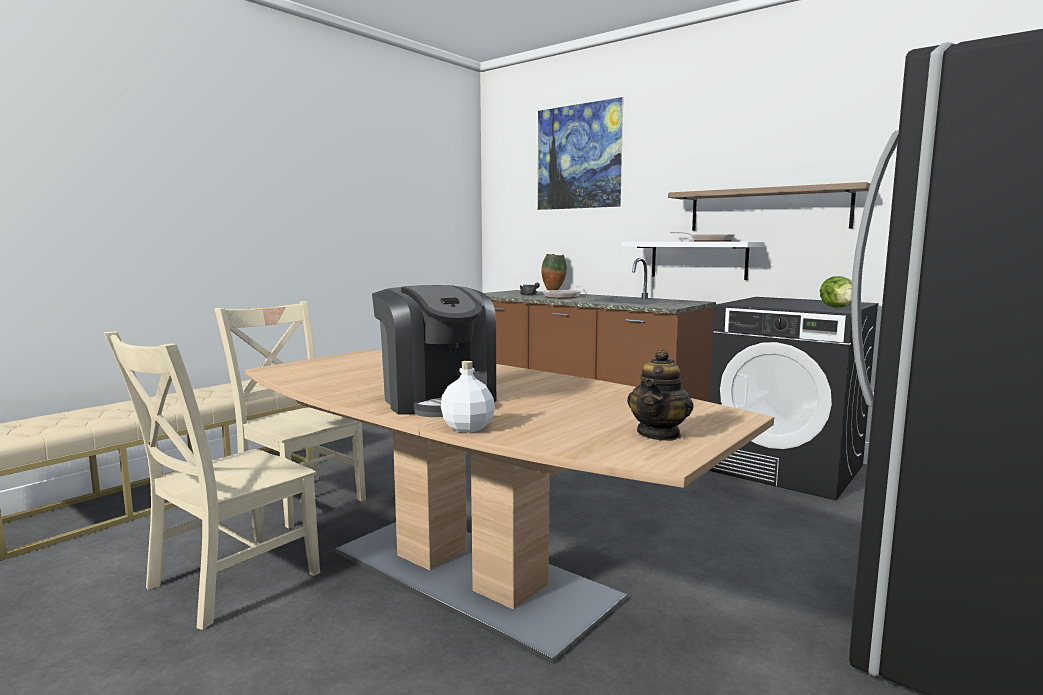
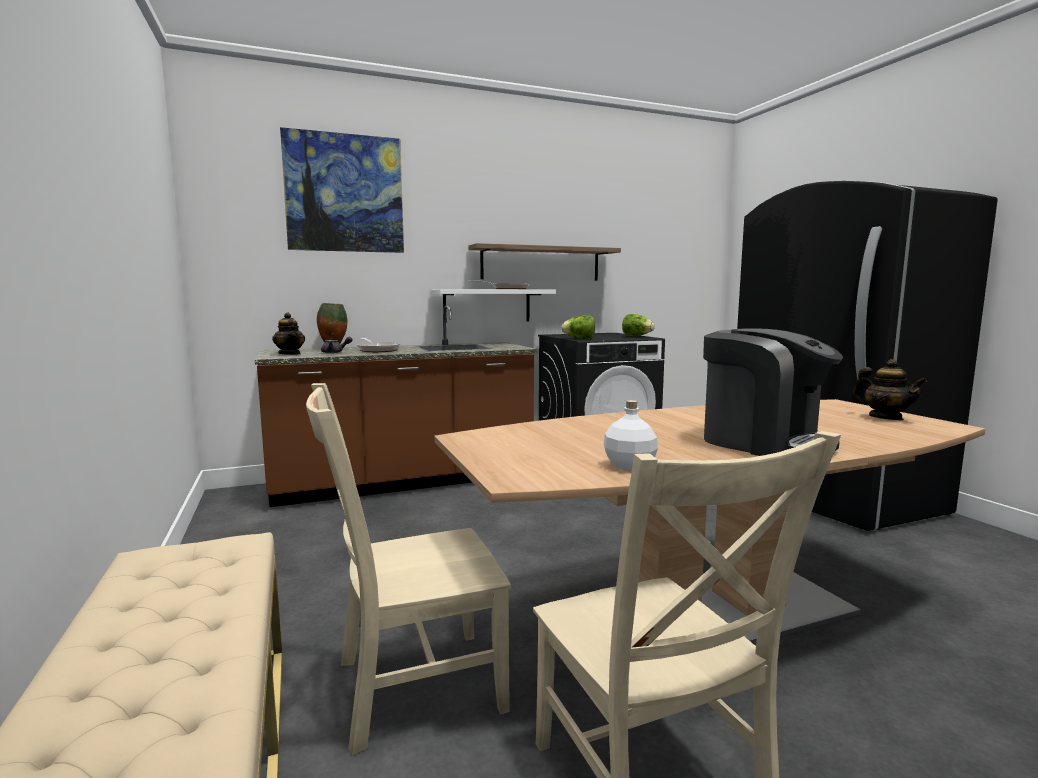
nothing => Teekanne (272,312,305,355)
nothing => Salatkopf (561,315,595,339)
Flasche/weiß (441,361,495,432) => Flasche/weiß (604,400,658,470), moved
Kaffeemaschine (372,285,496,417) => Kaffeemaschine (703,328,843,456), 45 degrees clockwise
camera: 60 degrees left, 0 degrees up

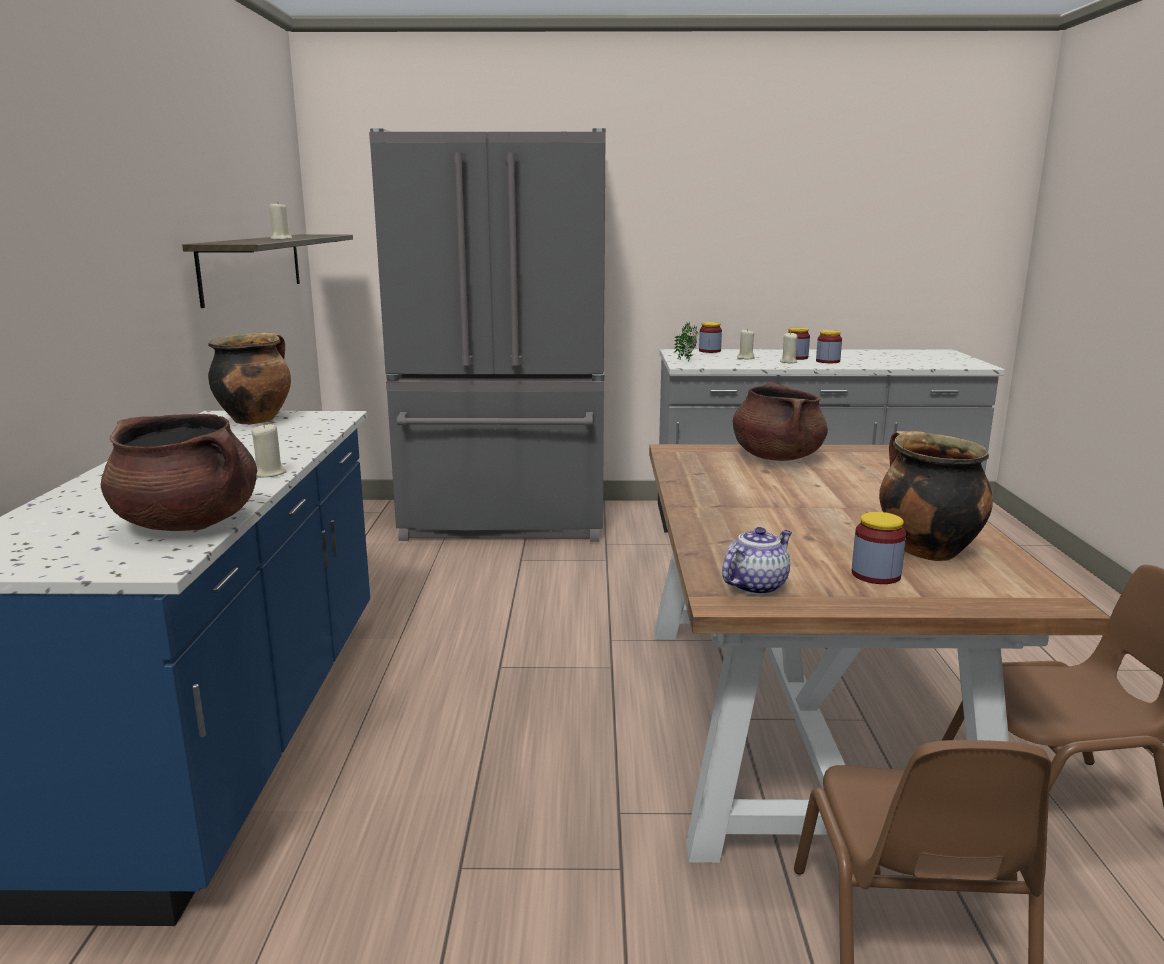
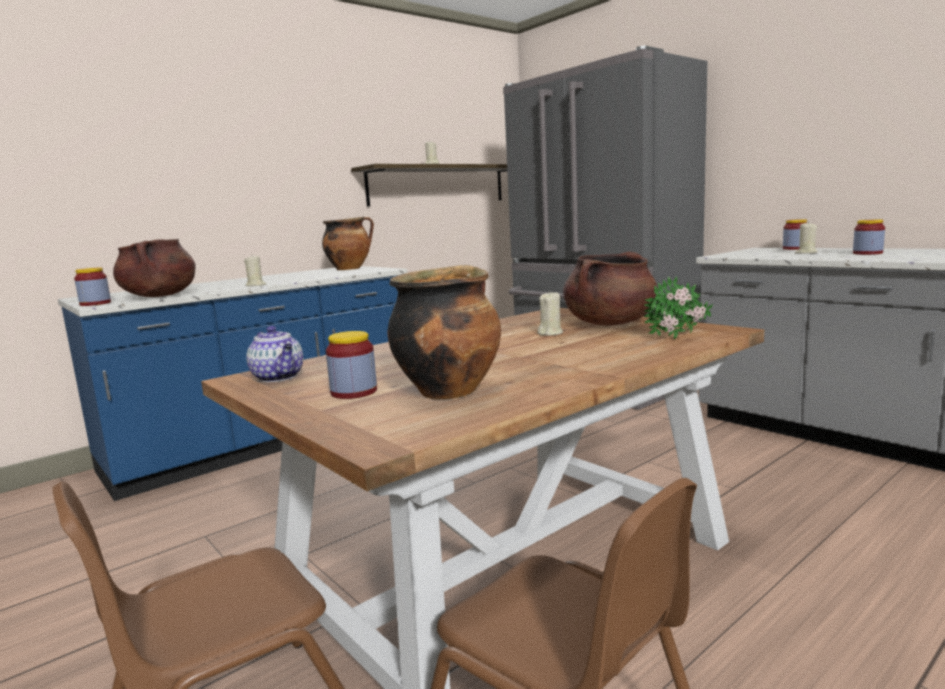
Topfpflanze (674,322,698,361) => Topfpflanze (644,276,713,339), moved
Kerze/beige (780,332,798,363) => Kerze/beige (537,291,563,336), moved
Vorratsglas (816,330,842,363) => Vorratsglas (74,268,111,306), moved
Teekanne (722,527,792,595) => Teekanne (246,326,303,382), 45 degrees clockwise
camera: 50 degrees right, 5 degrees down

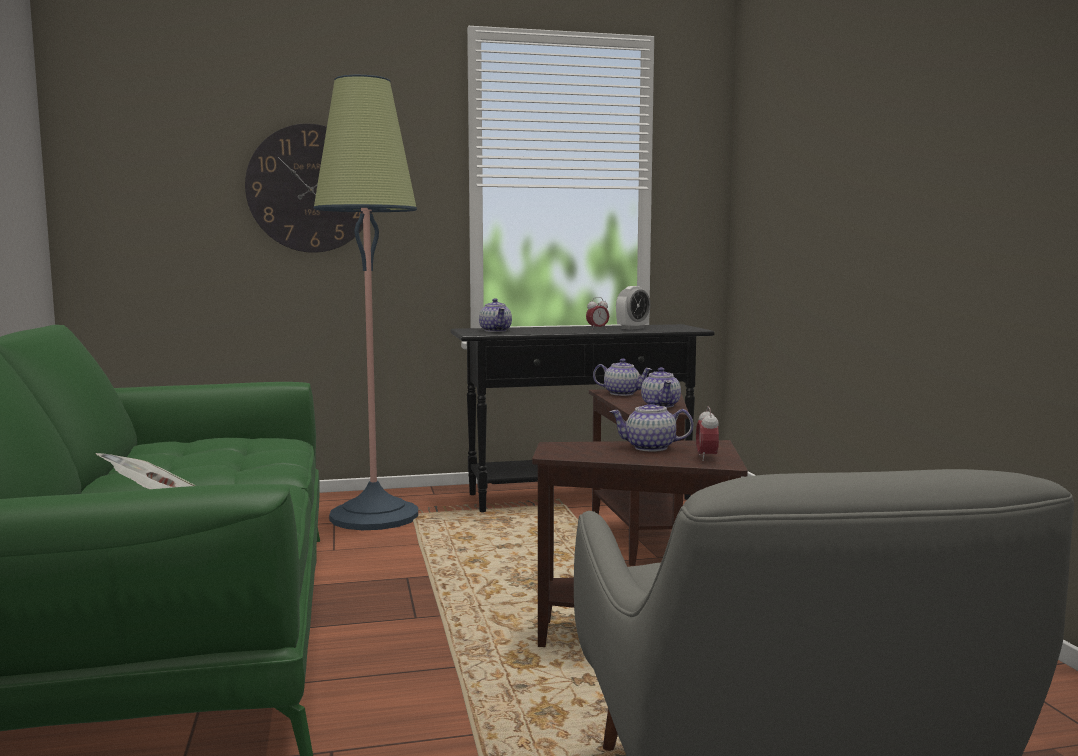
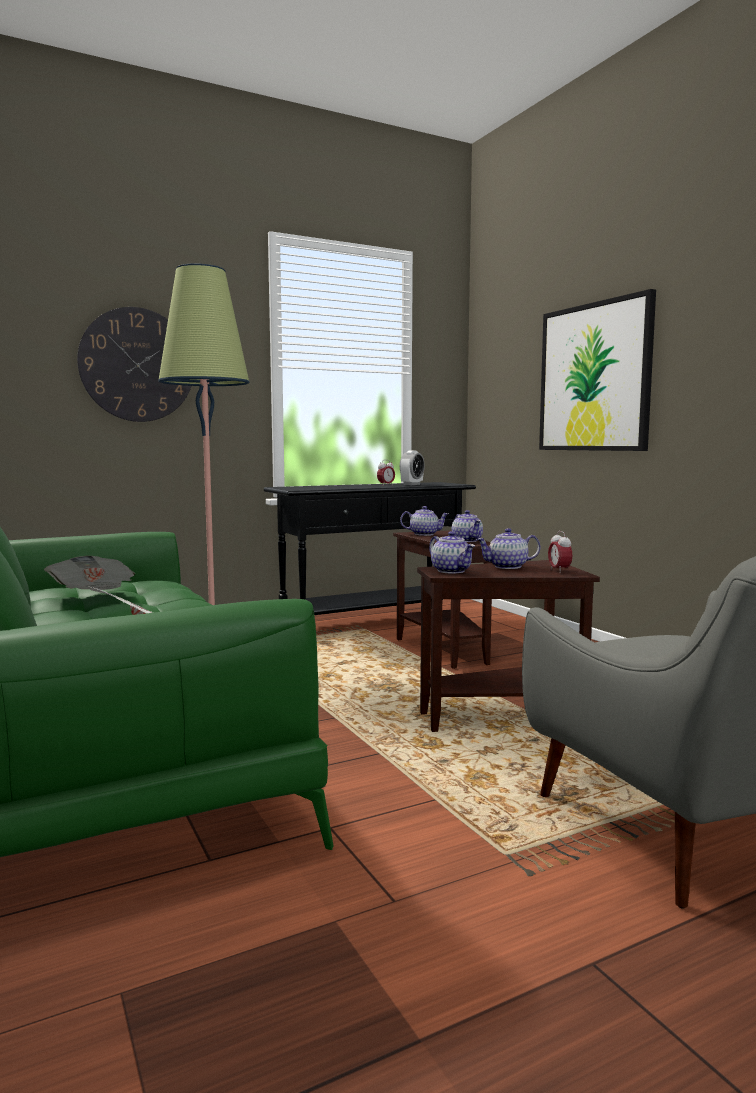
nothing => Zeitung (44,556,135,590)
nothing => Bild (539,289,656,451)
Teekanne (479,298,512,332) => Teekanne (429,531,475,574), moved
camera: 15 degrees left, 0 degrees up

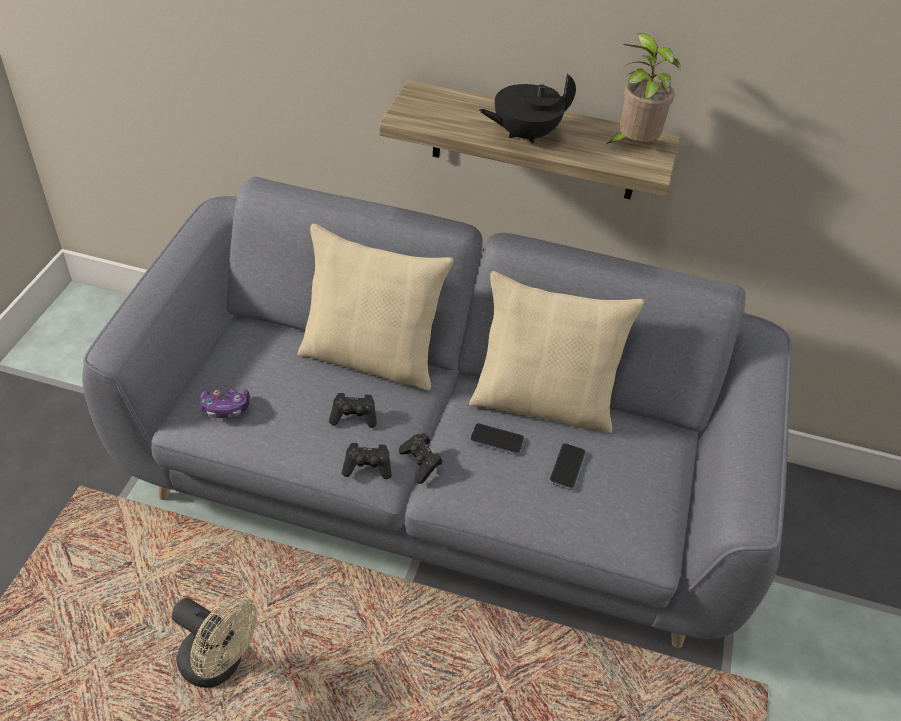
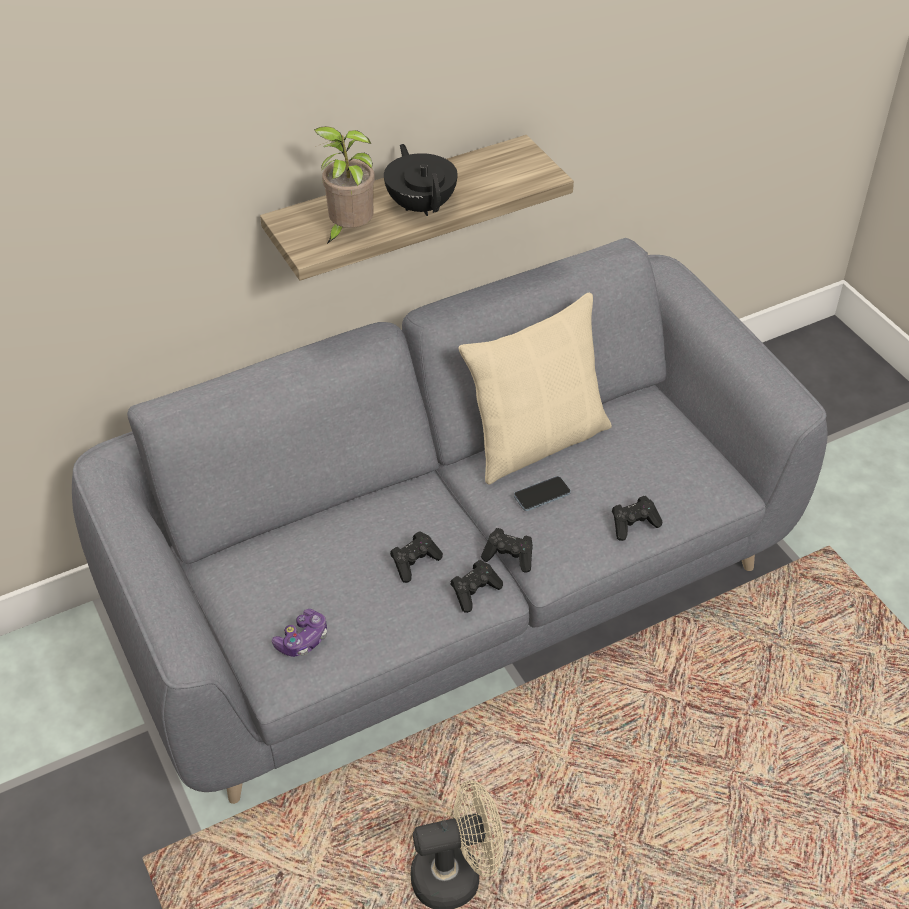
Kissen/beige (298,224,453,391) => nothing
Handy (549,443,586,490) => nothing
nothing => Gamepad/schwarz (612,496,662,541)
Topfpflanze (607,33,681,144) => Topfpflanze (314,126,375,245), moved
Teekanne/schwarz (479,74,576,144) => Teekanne/schwarz (384,144,458,216), 135 degrees clockwise
camera: 40 degrees left, 0 degrees up

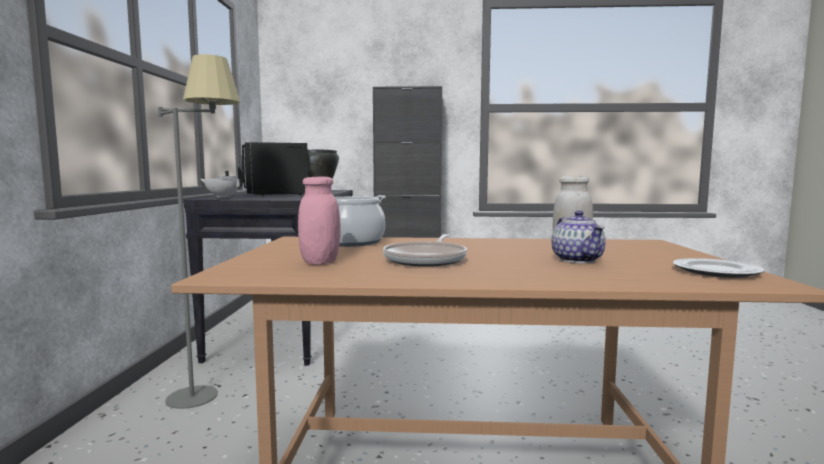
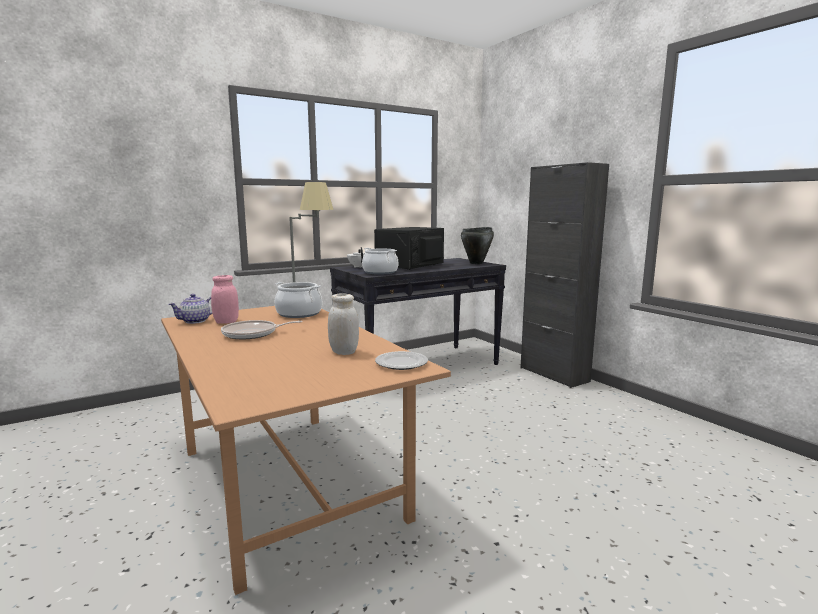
nothing => Kochtopf (362,248,398,275)
Teekanne (552,211,606,263) => Teekanne (168,294,213,324), moved
Teller (673,258,765,278) => Teller (375,351,428,370), moved
camera: 55 degrees right, 5 degrees up

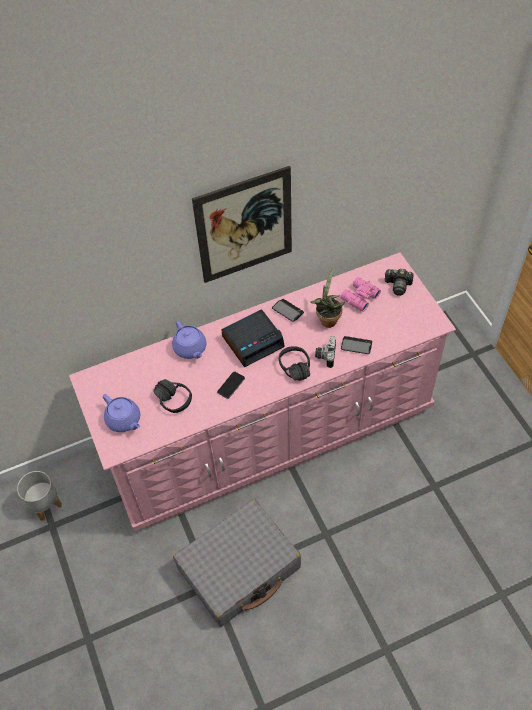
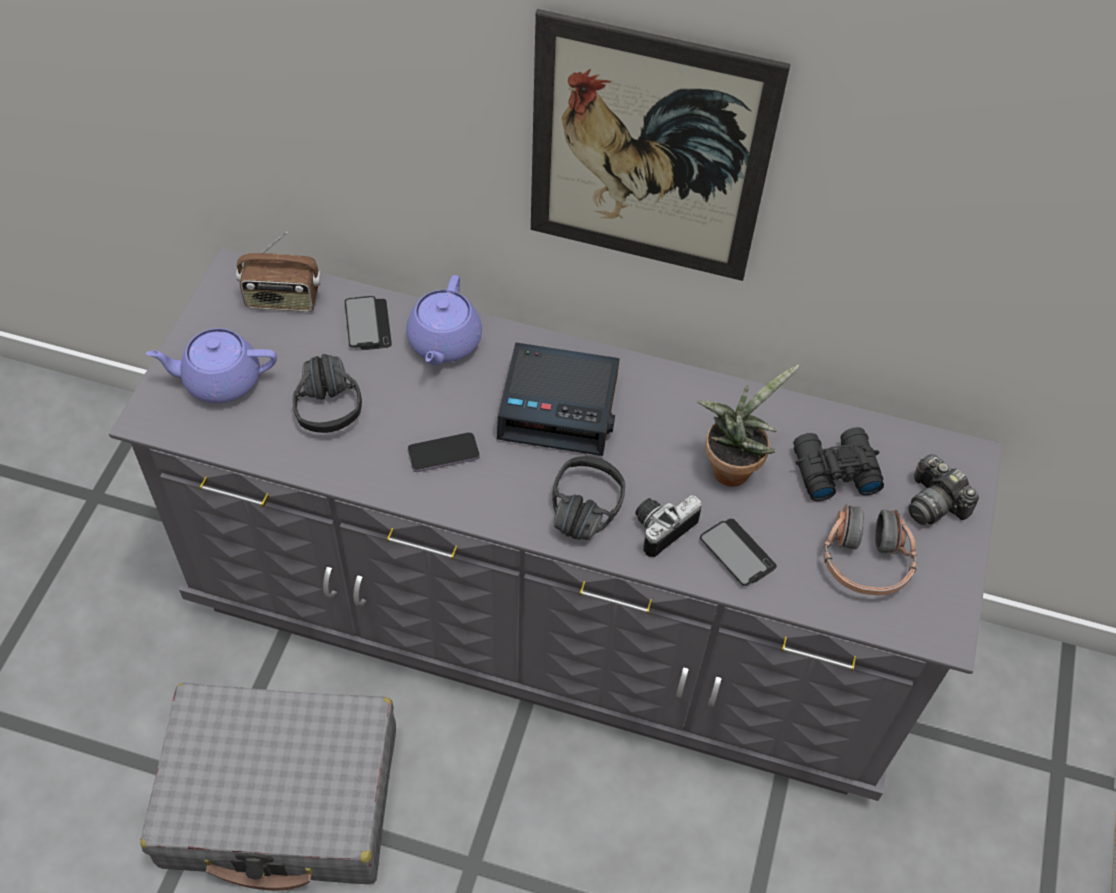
Pflanzkübel/grau (17,471,62,521) => nothing
nothing => Radio (236,232,322,312)
nothing => Kopfhörer (823,504,917,595)
Handy (272,299,304,322) => Handy (345,296,392,350), moved
Kommode/rosa (69,252,456,531) => Kommode/grau (109,248,1003,801)
Fernglas/rosa (341,277,381,312) => Fernglas/schwarz (793,427,884,501)
Teekanne/lila (103,394,140,432) => Teekanne/lila (146,328,277,403), 90 degrees clockwise
camera: 35 degrees right, 0 degrees up

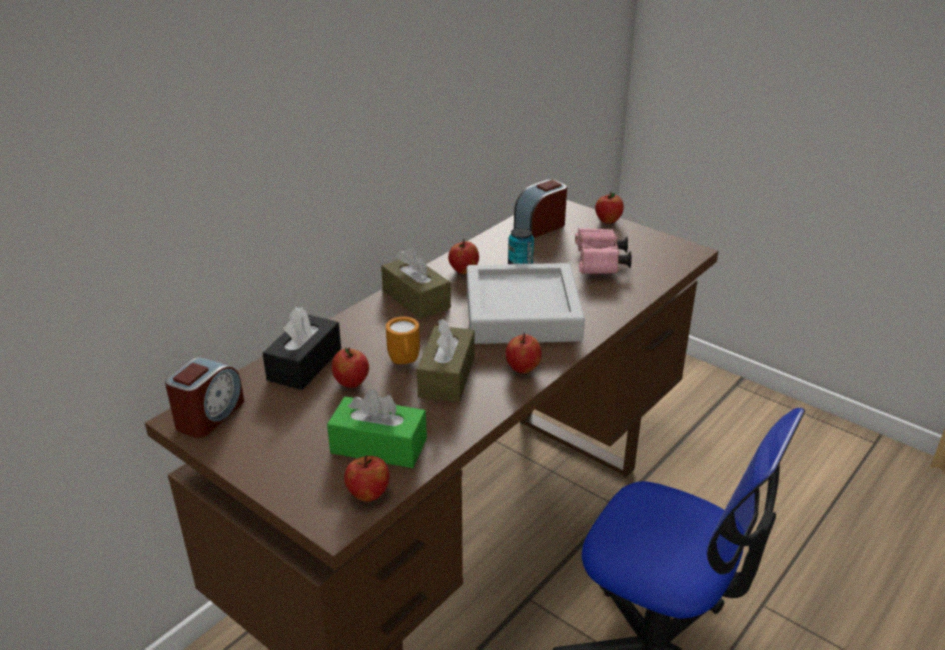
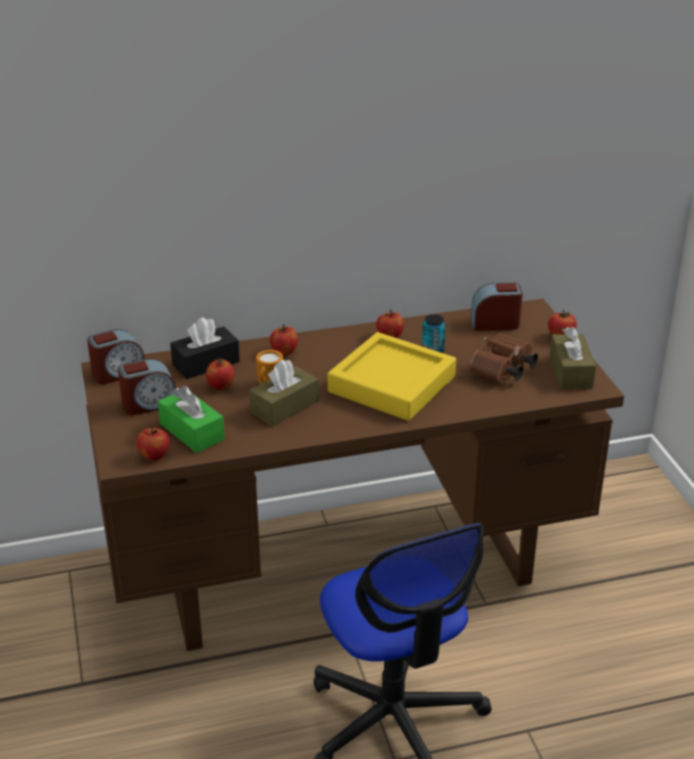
nothing => Wecker (118,359,176,415)
Taschentuchbox/braun (381,248,451,320) => Taschentuchbox/braun (550,327,596,389), moved
Apfel (505,333,542,373) => Apfel (270,324,298,356), moved
Tablett/grau (467,263,585,344) => Tablett/gelb (328,332,456,421)
Fernglas/rosa (575,228,632,274) => Fernglas/braun (468,332,538,381)
camera: 35 degrees right, 0 degrees up

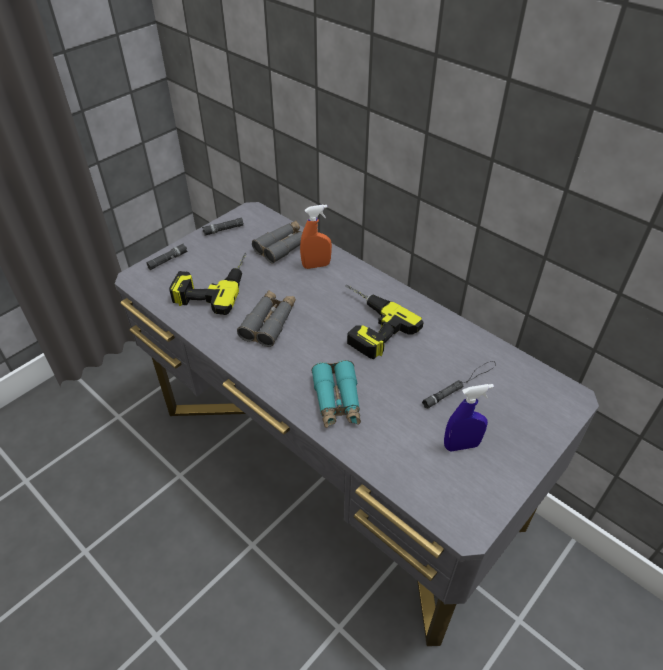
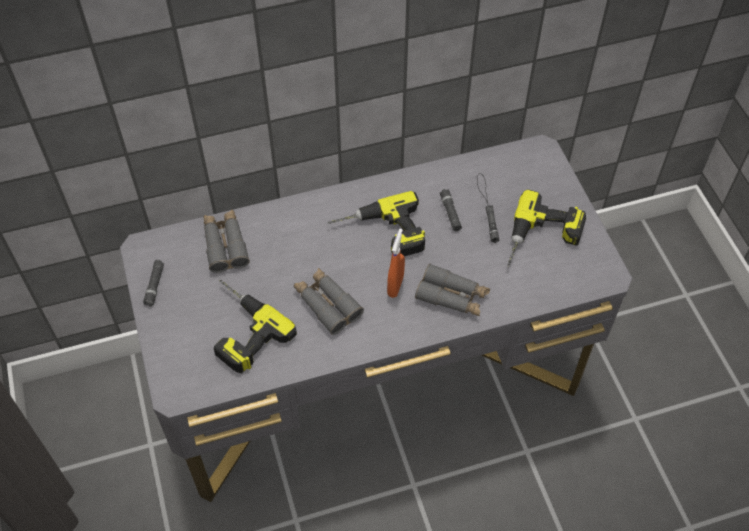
Taschenlampe/schwarz (146,244,188,270) => Taschenlampe/schwarz (440,189,462,231), moved
Sprühflasche/orange (300,205,332,269) => Sprühflasche/orange (387,229,405,298), moved
Sprühflasche/blau (444,384,494,451) => Bohrmaschine (507,189,586,266)
Fernglas/türkis (311,360,361,428) => Fernglas/grau (415,264,490,316)
camera: 60 degrees left, 10 degrees up

